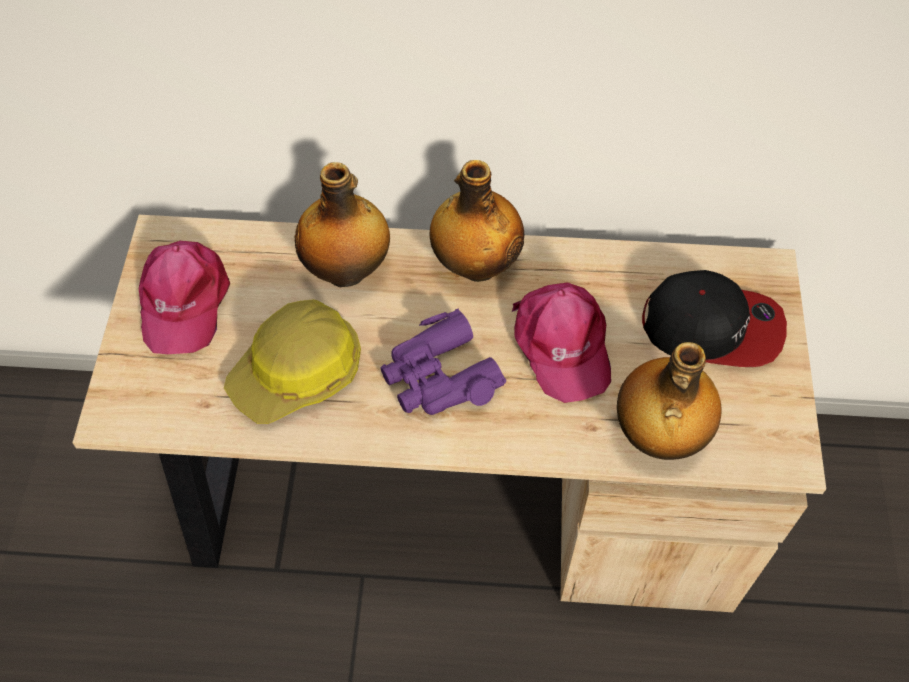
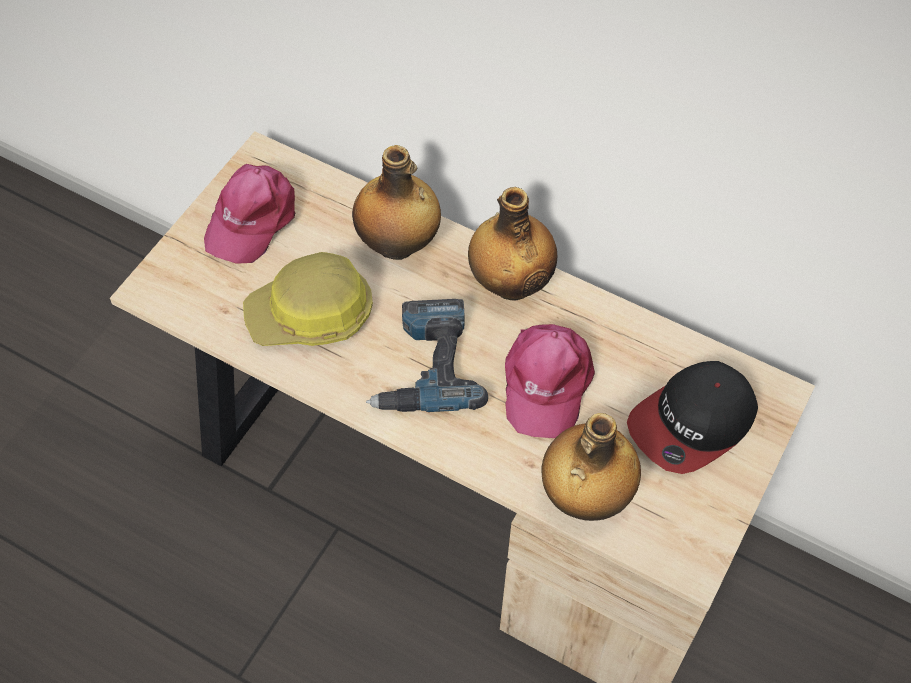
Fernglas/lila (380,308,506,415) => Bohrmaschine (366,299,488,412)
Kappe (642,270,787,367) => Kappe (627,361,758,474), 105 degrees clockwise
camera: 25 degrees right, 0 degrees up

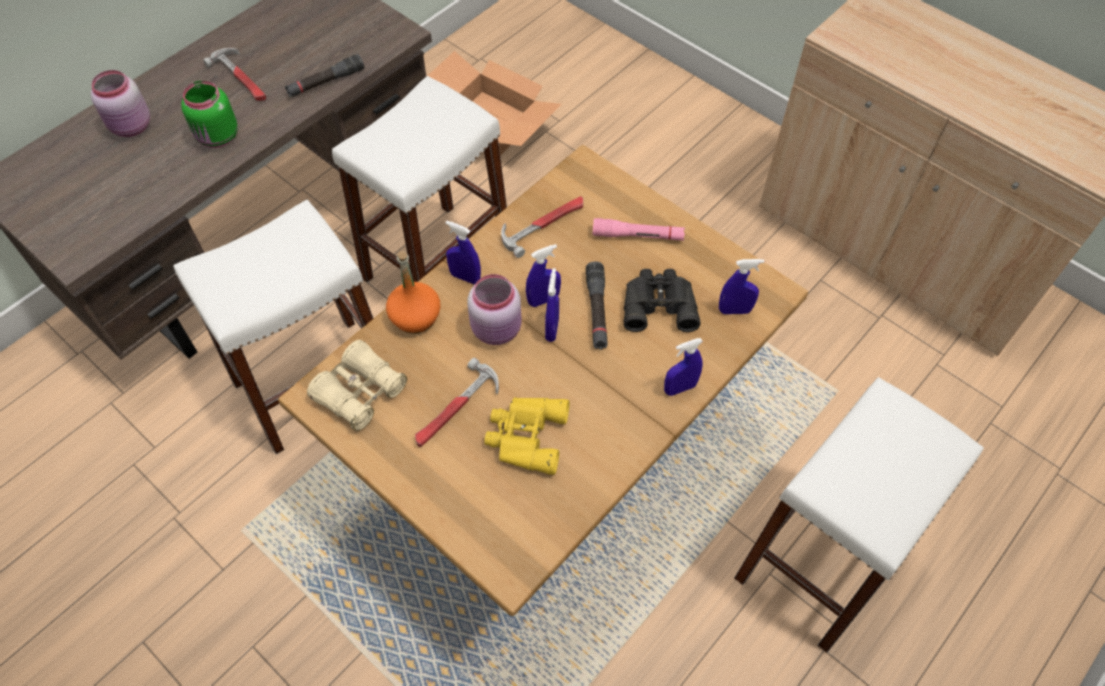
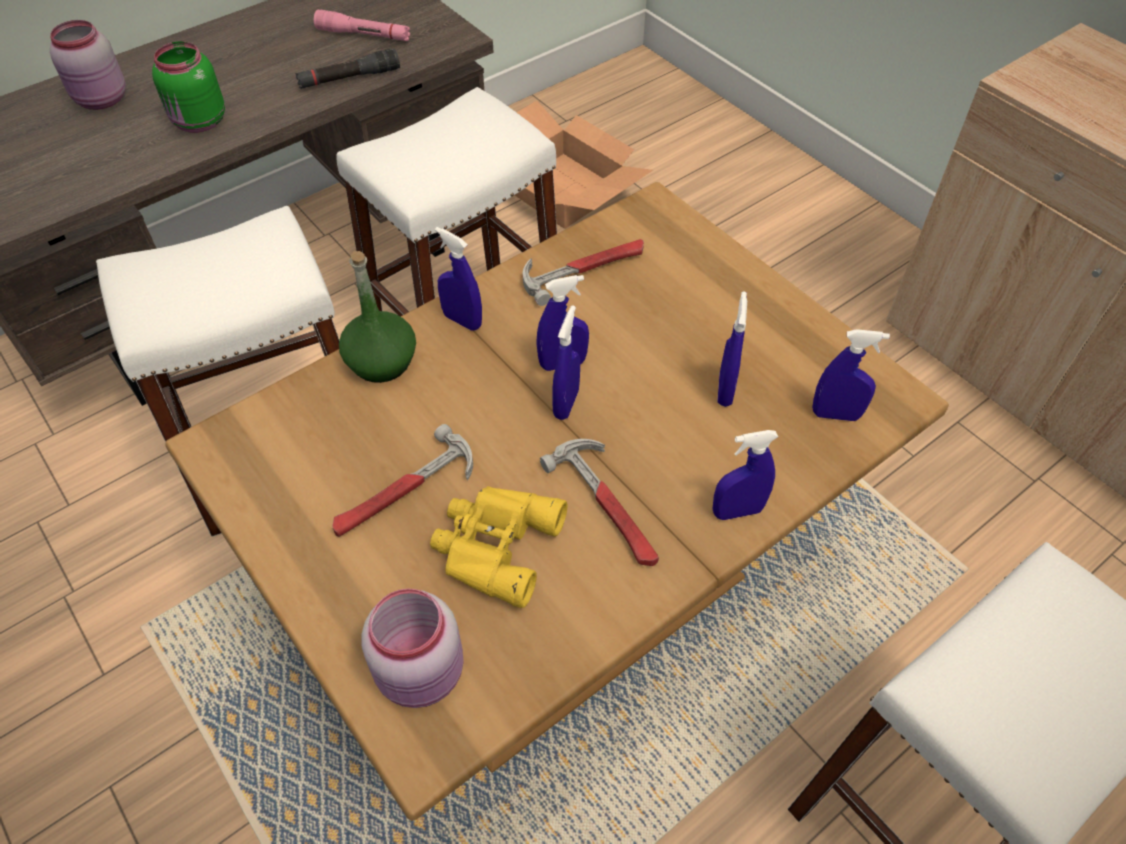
Fernglas/beige (307,340,407,431) => nothing
Taschenlampe/schwarz (586,261,608,350) => nothing
Hammer (203,48,266,101) => Hammer (540,439,659,566), moved
Vorratsglas/rosa (467,274,522,345) => Vorratsglas/rosa (361,589,464,708), moved
Taschenlampe/rosa (593,218,685,241) => Taschenlampe/rosa (314,10,410,41), moved
Fernglas/schwarz (624,269,701,332) => Sprühflasche/blau (717,292,747,407)
Flasche/orange (386,251,441,334) => Flasche/grün (339,251,416,383)
camera: 10 degrees right, 5 degrees down

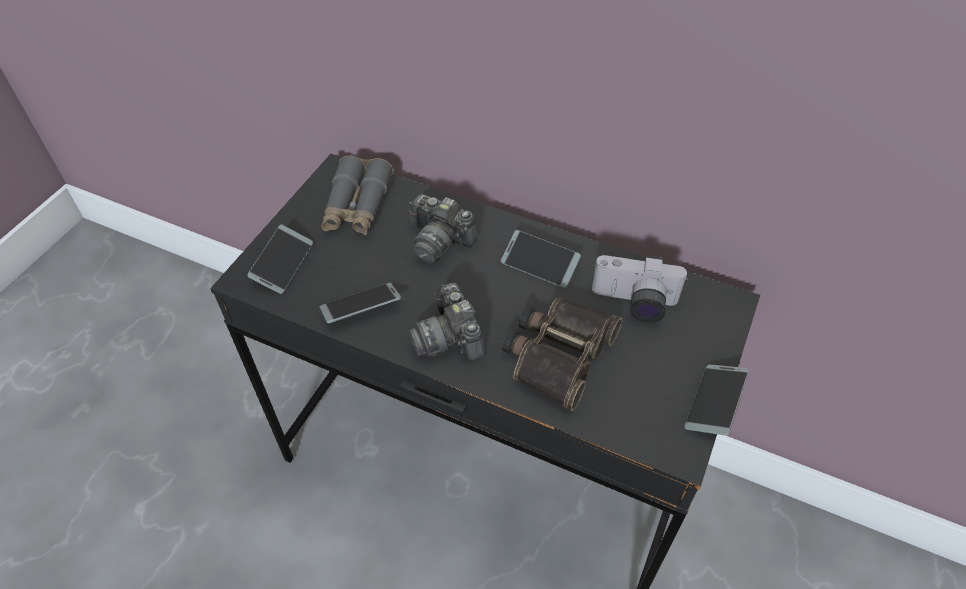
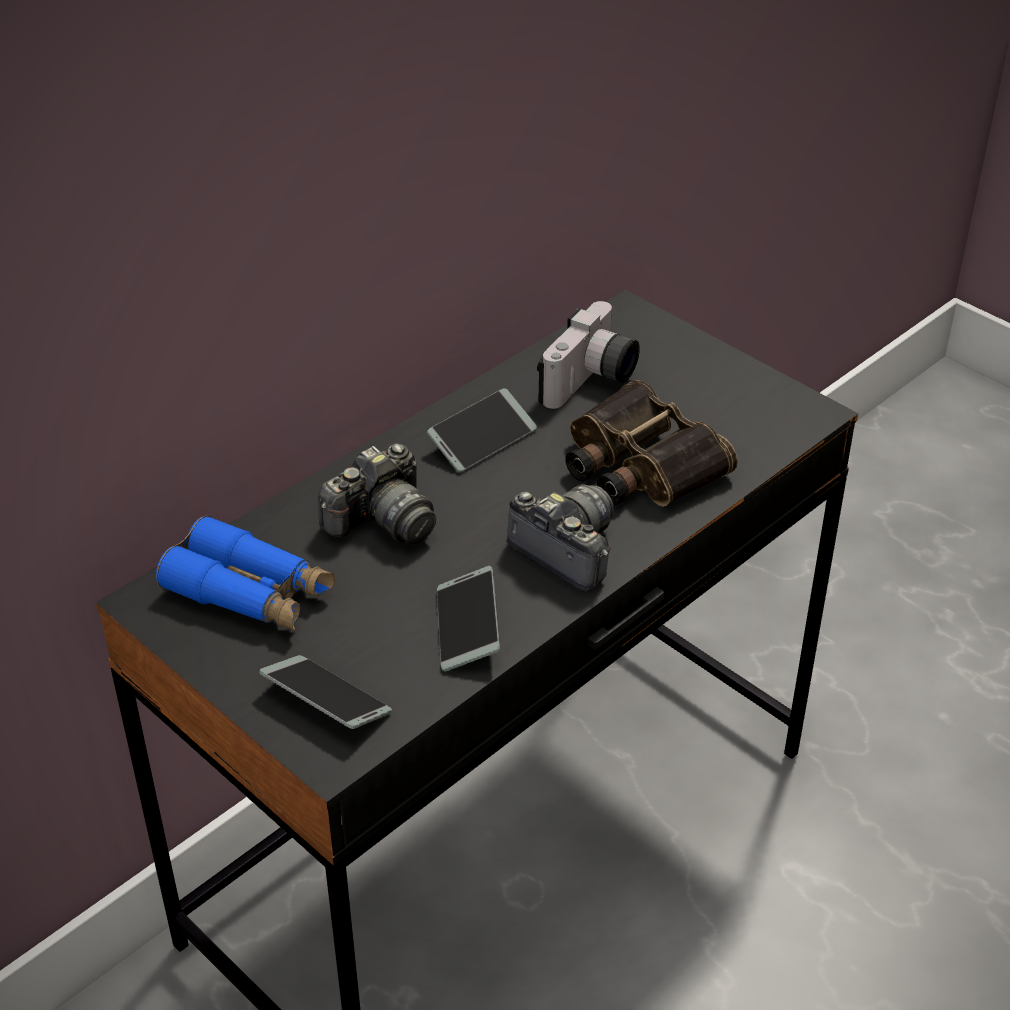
Handy (684,364,749,436) => nothing
Fernglas/grau (321,155,393,235) => Fernglas/blau (156,515,335,631)
Kamera (409,283,485,361) => Kamera (507,484,614,593), 135 degrees counterclockwise
camera: 70 degrees left, 10 degrees down

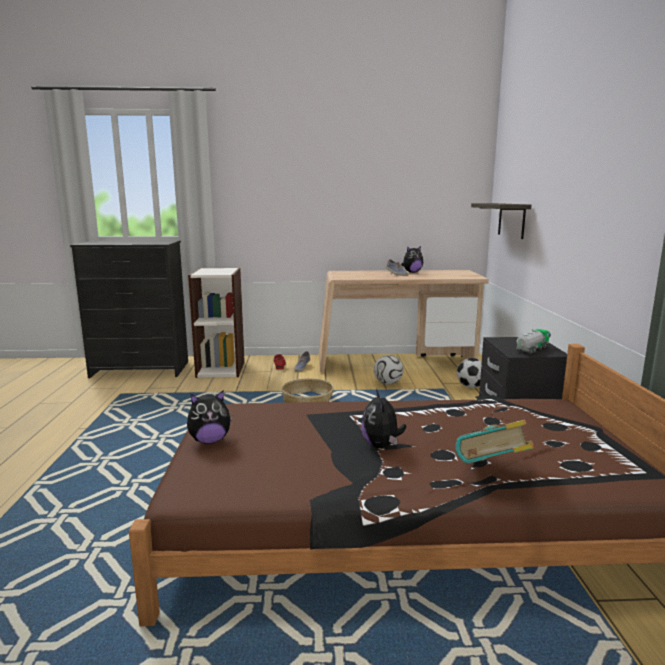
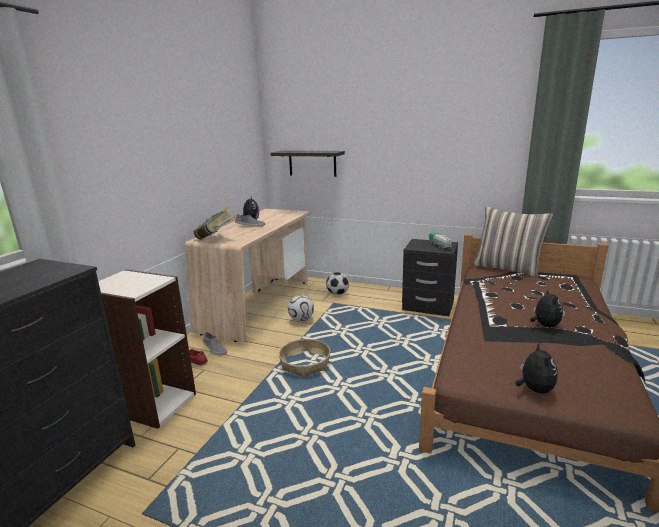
nothing => Kissen (473,206,553,277)
Buch (456,420,534,463) => Buch (194,207,235,240), moved
Plüschtier (361,389,406,448) => Plüschtier (530,288,563,327), 105 degrees counterclockwise
camera: 65 degrees left, 5 degrees up

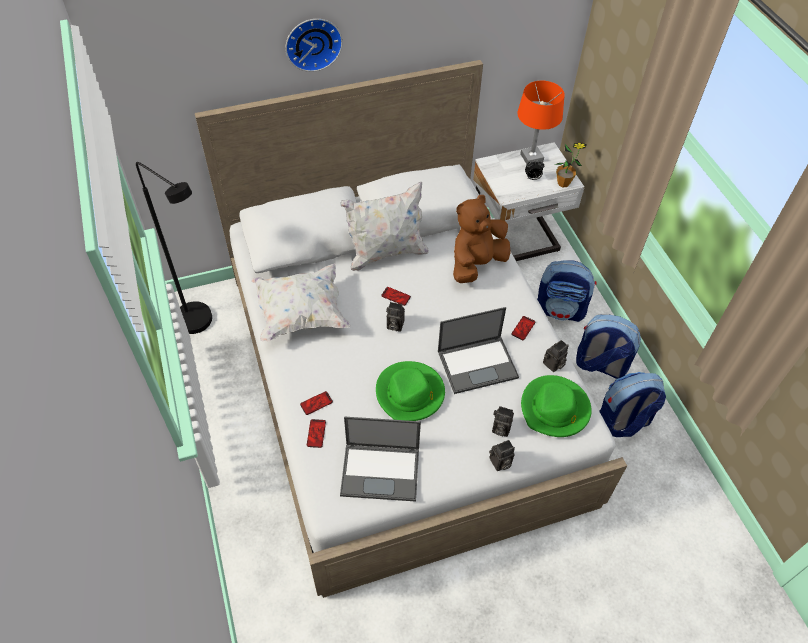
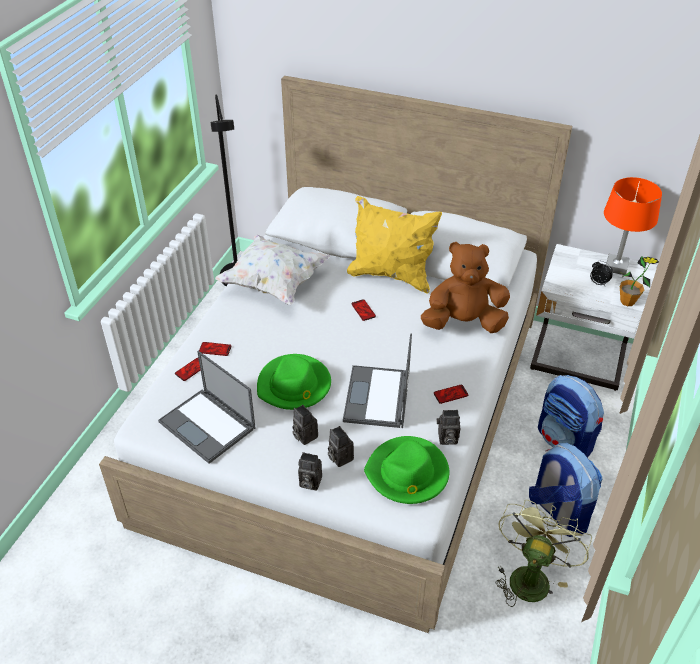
Wanduhr (285,19,343,72) => nothing
Kamera (386,302,405,332) => Kamera (293,405,318,445), moved
Rucksack (599,372,666,437) => Ventilator/grün (495,500,592,607)
Kissen/weiß (340,182,429,271) => Kissen/gelb (347,196,442,294)
Laptop (438,307,519,394) => Laptop (343,334,412,428), 75 degrees clockwise
camera: 40 degrees right, 10 degrees down

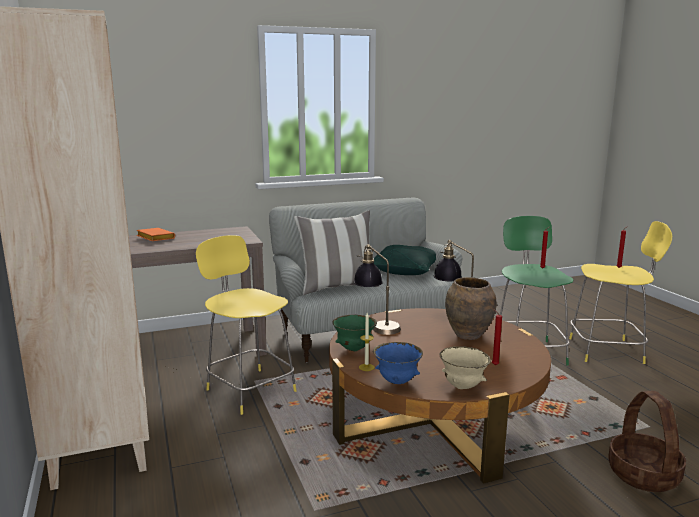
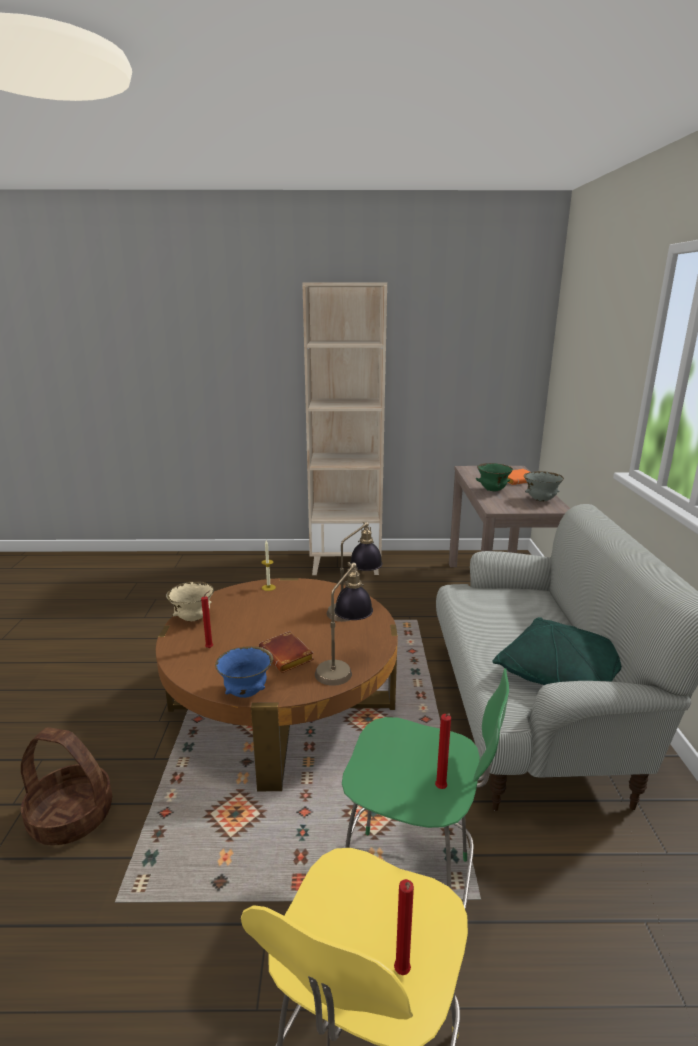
Hocker/gelb (196,235,296,415) => nothing
Kissen (294,210,379,295) => nothing
nothing => Schüssel/grau (524,471,564,502)
Schüssel/grün (333,315,377,351) => Schüssel/grün (476,463,513,492), moved
Schüssel/blau (373,342,423,384) => Schüssel/blau (215,646,273,698), moved
Vase/braun (445,277,497,340) => Buch/braun (259,631,314,673)
camera: 110 degrees right, 5 degrees up

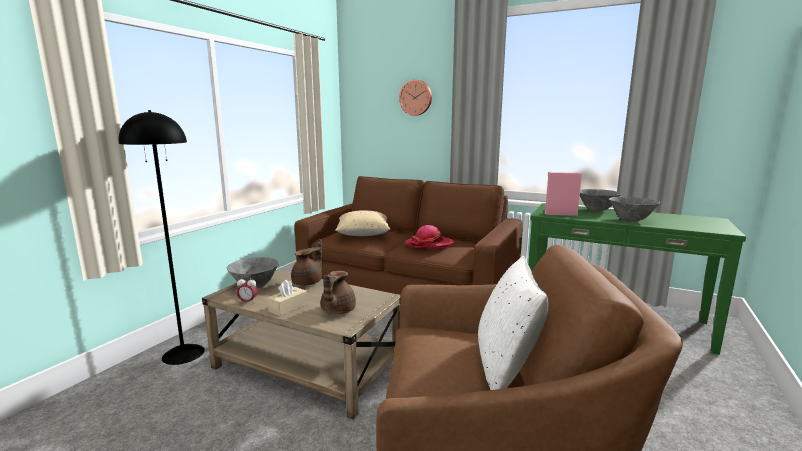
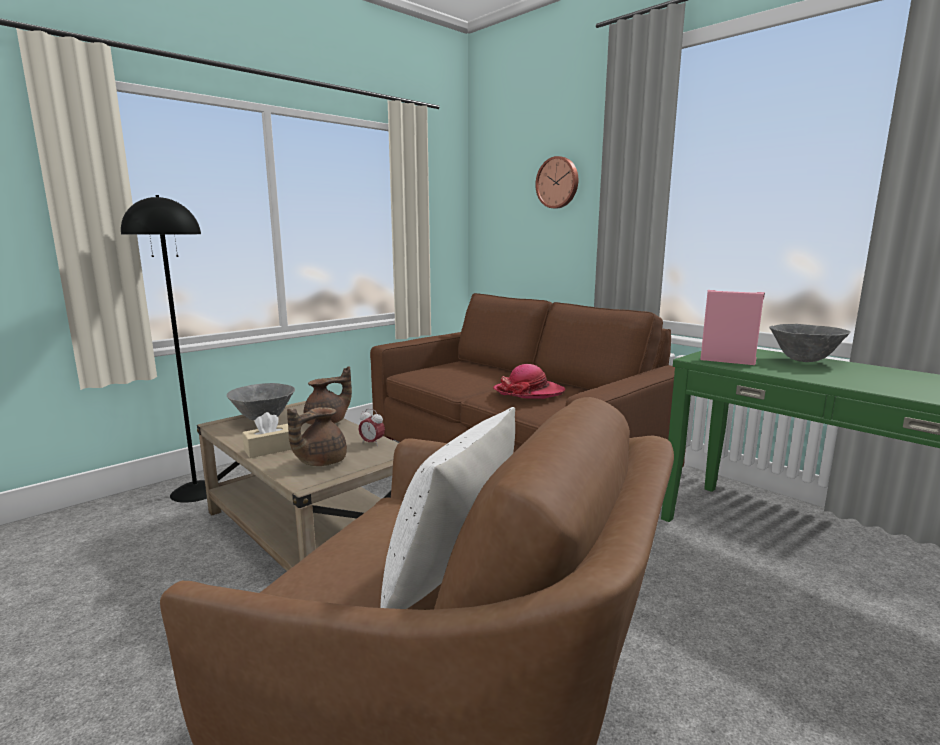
Kissen/beige (335,210,390,236) => nothing
Schüssel/grau (609,197,660,222) => nothing
Wecker (237,276,258,304) => Wecker (359,409,385,446), moved
camera: 20 degrees right, 0 degrees up

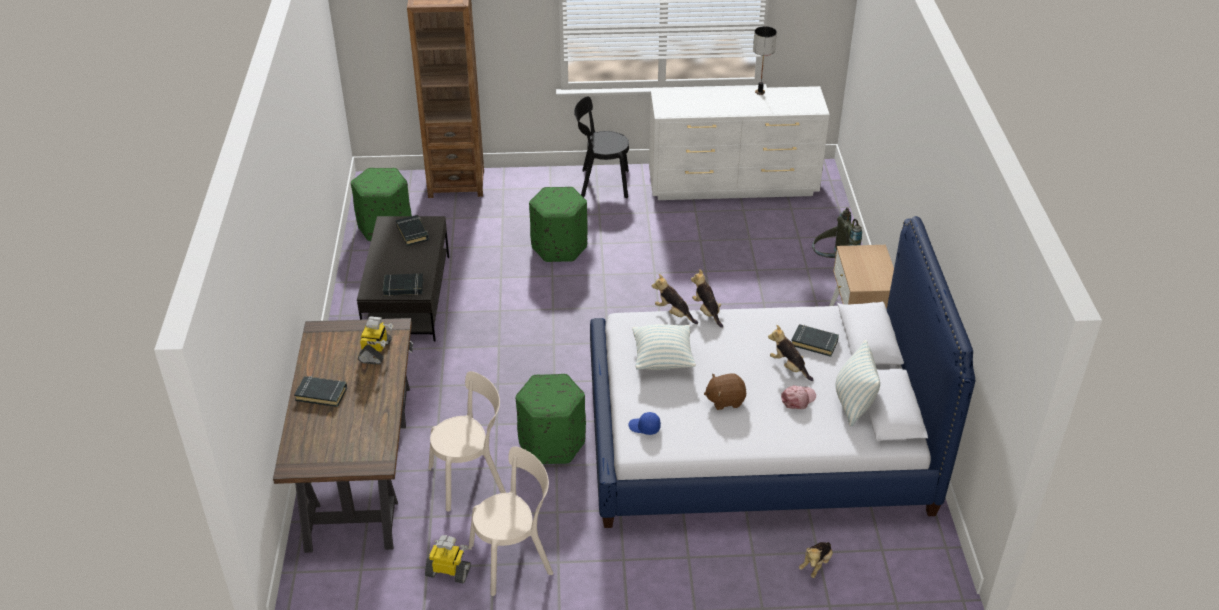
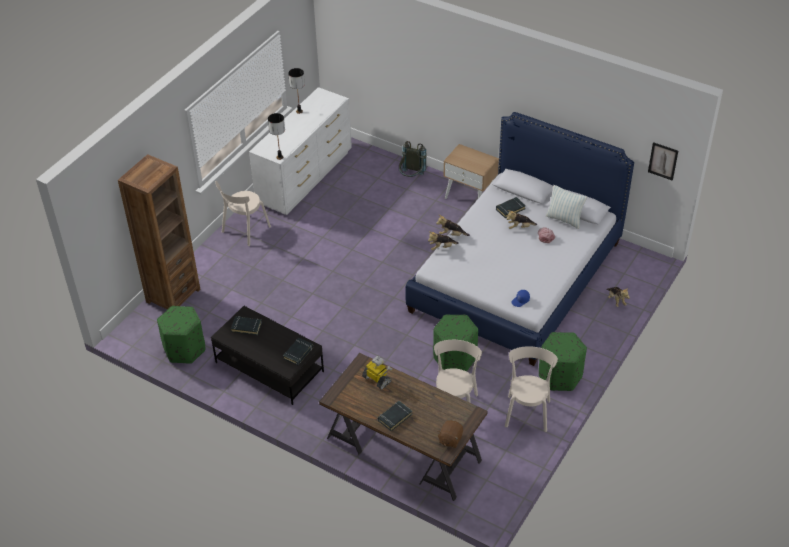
Spielzeugroboter (425,535,471,583) => nothing
Kissen (632,324,696,370) => nothing
nothing => Tischlampe (268,113,285,160)
nothing => Bild (648,142,678,181)
Polsterhocker/grün (529,187,587,262) => Polsterhocker/grün (539,332,587,391), moved
Plüschtier/braun (704,373,746,410) => Plüschtier/braun (437,420,463,448), moved
Stuhl/schwarz (574,96,629,198) => Stuhl/beige (215,181,271,246)
camera: 55 degrees left, 5 degrees up

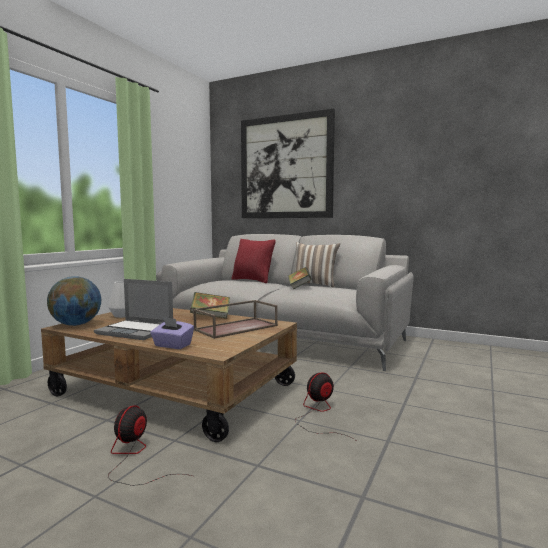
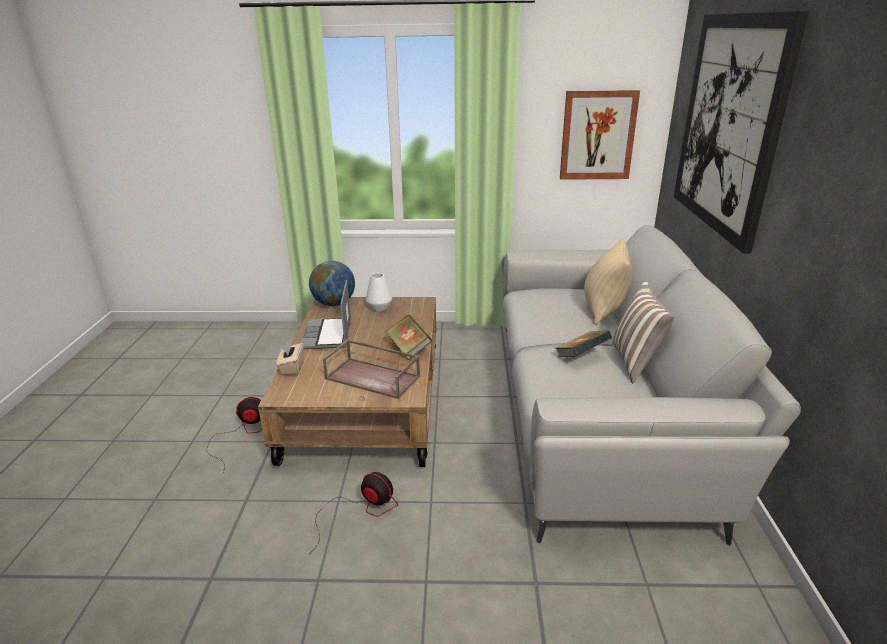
nothing => Bild (560,90,640,180)
Taschentuchbox/lila (150,317,194,349) => Taschentuchbox/beige (276,341,304,375)
Kissen/rot (231,239,276,283) => Kissen/beige (584,239,632,325)
camera: 65 degrees right, 20 degrees up

